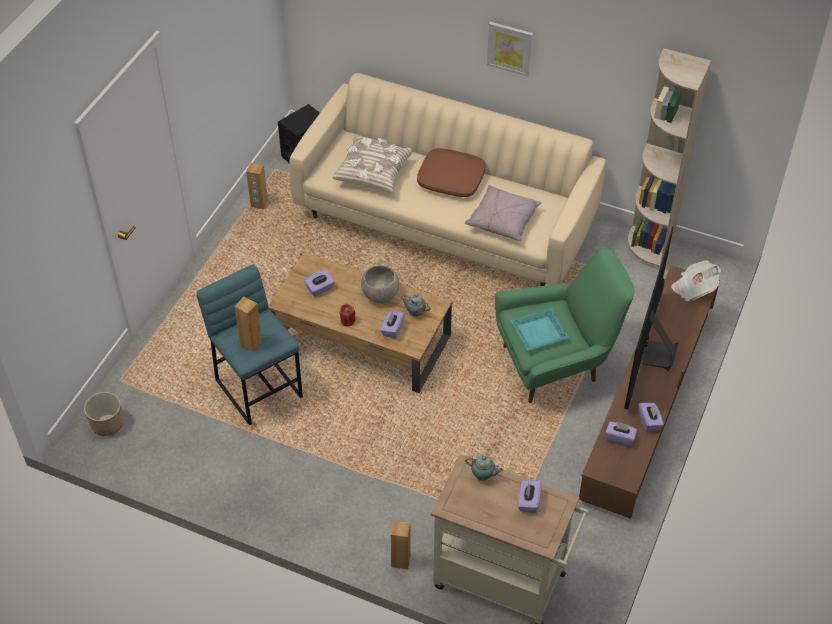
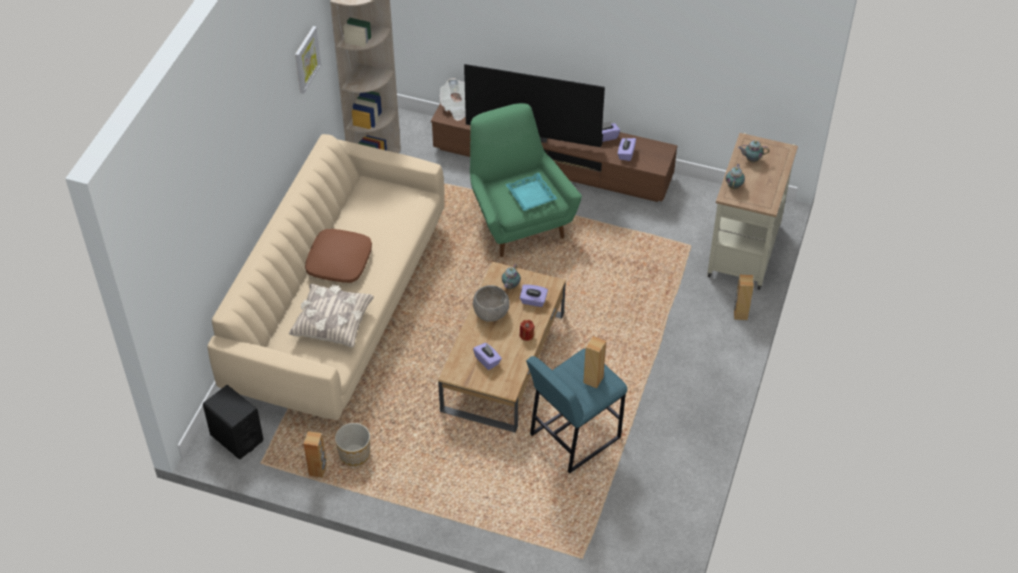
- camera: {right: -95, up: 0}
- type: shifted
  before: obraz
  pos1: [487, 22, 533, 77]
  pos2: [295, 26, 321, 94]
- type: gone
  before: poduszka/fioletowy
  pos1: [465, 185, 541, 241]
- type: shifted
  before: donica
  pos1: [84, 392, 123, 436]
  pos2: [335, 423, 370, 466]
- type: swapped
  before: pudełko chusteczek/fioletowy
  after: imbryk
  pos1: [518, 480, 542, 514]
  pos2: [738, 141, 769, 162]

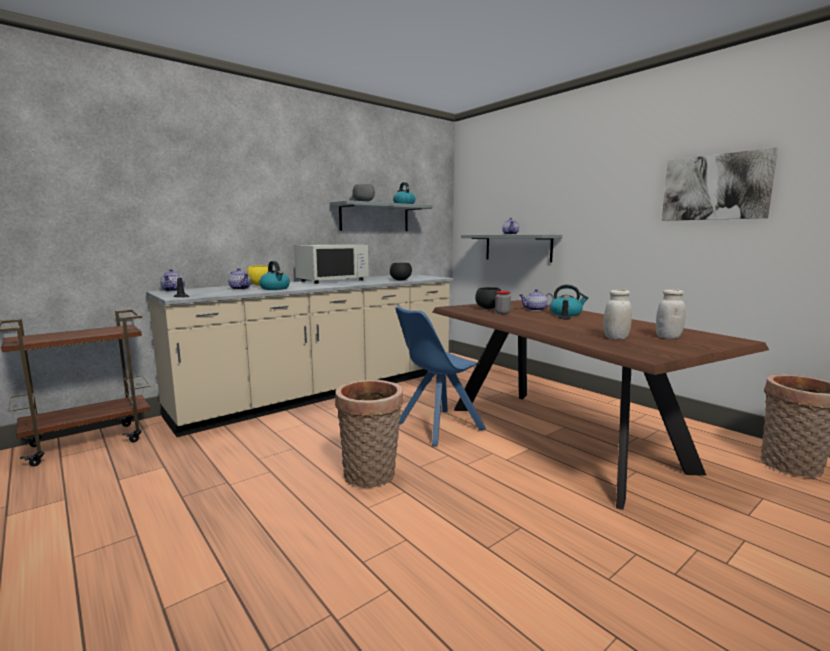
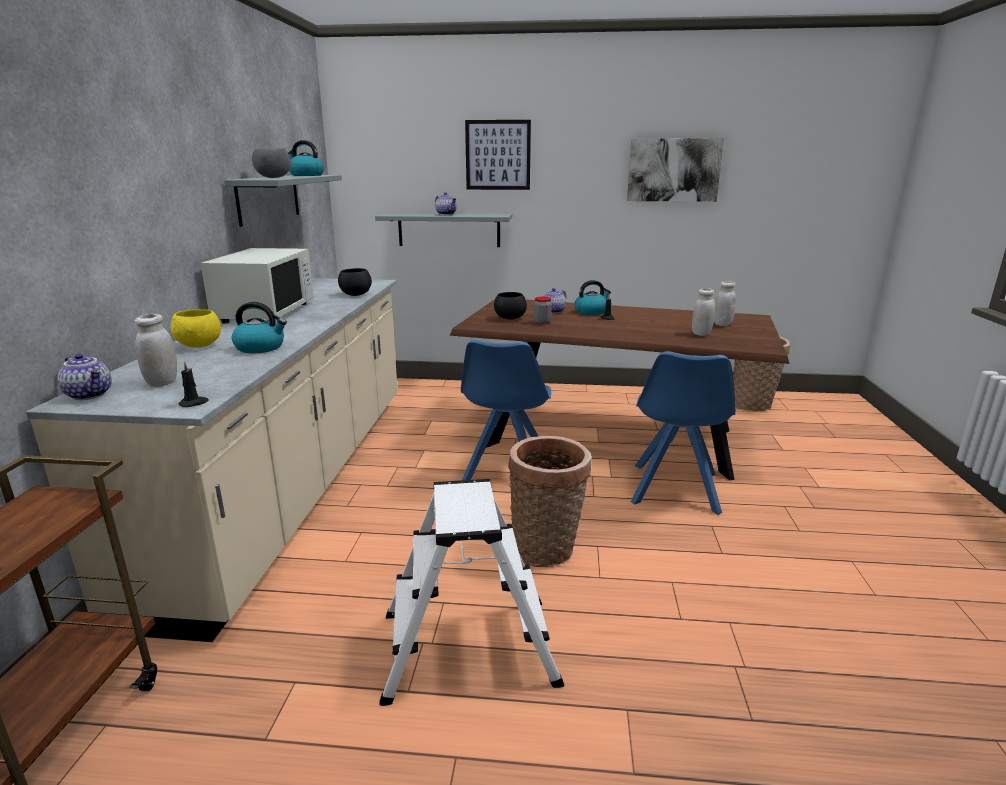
- camera: {right: -45, up: 10}
- type: gone
  before: imbryk
  pos1: [228, 268, 251, 290]
- type: new
  after: obraz
  pos2: [465, 120, 531, 190]
- type: new
  after: słoik/biały
  pos2: [135, 314, 177, 387]
- type: new
  after: krzesło/niebieski
  pos2: [631, 351, 736, 515]
- type: new
  after: drabinka/biały
  pos2: [379, 479, 564, 706]

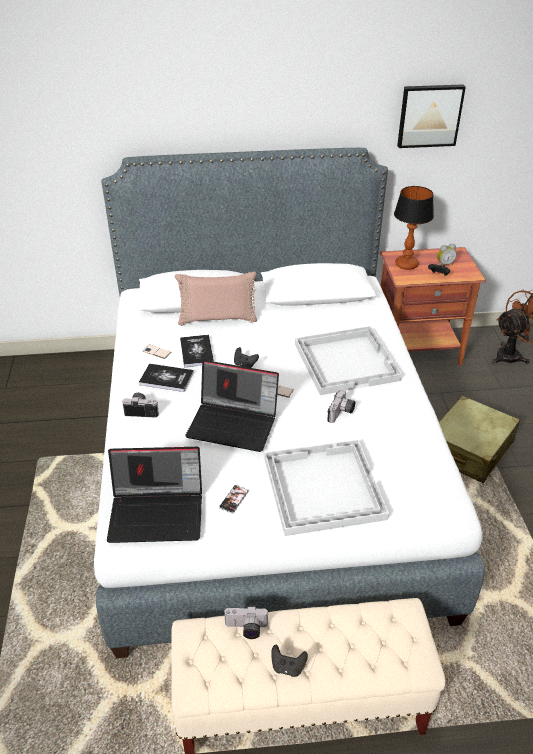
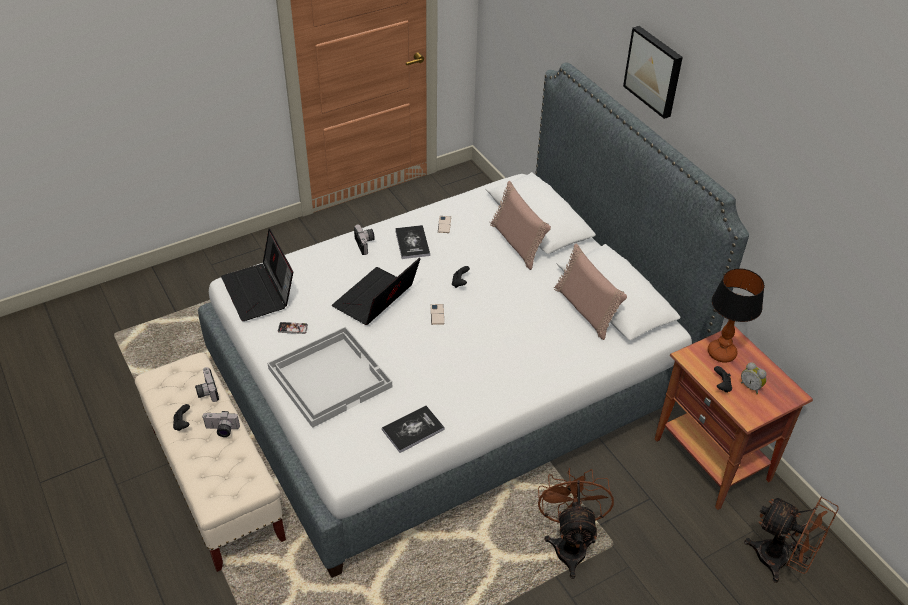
- camera: {right: 65, up: 5}
- type: shifted
  before: obraz
  pos1: [397, 84, 466, 148]
  pos2: [623, 26, 683, 119]
- type: gone
  before: taca/biały
  pos1: [295, 326, 402, 395]
- type: shifted
  before: książka
  pos1: [180, 335, 214, 367]
  pos2: [382, 406, 445, 453]
- type: rotated
  before: laptop
  pos1: [185, 360, 279, 452]
  pos2: [332, 257, 420, 325]
  turn: 45
- type: shifted
  before: aparat fotograficzny
  pos1: [327, 389, 355, 423]
  pos2: [203, 411, 240, 437]
- type: swapped
  before: walizka/beżowy
  after: wentylator/brązowy
  pos1: [439, 396, 520, 483]
  pos2: [538, 468, 614, 579]
- type: new
  after: poduszka/beżowy
  pos2: [554, 244, 627, 340]

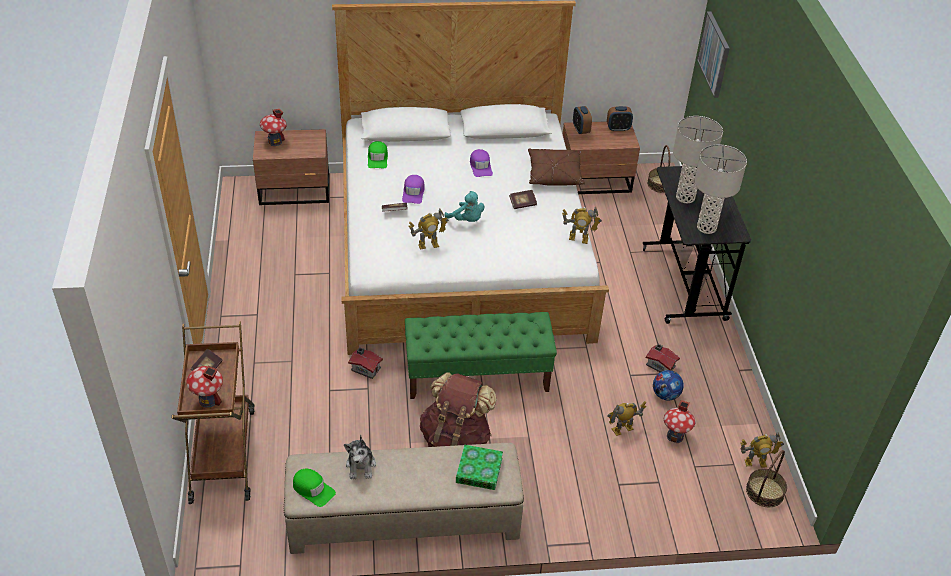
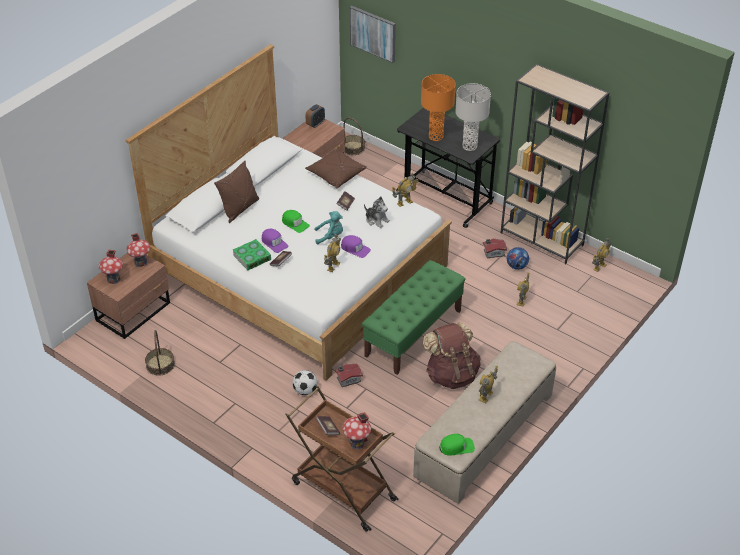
- camera: {right: -45, up: 0}
- type: gone
  before: budzik
  pos1: [573, 106, 592, 134]
- type: repainted
  before: lampa stołowa/biały
  after: lampa stołowa/pomarańczowy
  pos1: [673, 116, 723, 203]
  pos2: [421, 74, 456, 141]
- type: shifted
  before: czapka z daszkiem/zielony
  pos1: [368, 141, 388, 168]
  pos2: [282, 210, 310, 233]
- type: shifted
  before: czapka z daszkiem/fioletowy
  pos1: [470, 149, 493, 177]
  pos2: [341, 235, 371, 258]
- type: shifted
  before: domek
  pos1: [664, 400, 696, 443]
  pos2: [126, 233, 150, 267]
- type: shifted
  before: pluszak
  pos1: [344, 435, 376, 479]
  pos2: [364, 196, 390, 228]
- type: shifted
  before: książka
  pos1: [456, 445, 503, 490]
  pos2: [233, 239, 271, 271]
- type: shifted
  before: koszyk
  pos1: [746, 450, 787, 507]
  pos2: [145, 330, 175, 376]
- type: new
  after: regał
  pos2: [501, 64, 609, 264]
- type: new
  after: poduszka/brązowy
  pos2: [214, 161, 259, 223]
- type: new
  after: robot zabawkowy
  pos2: [479, 366, 498, 403]
- type: new
  after: piłka futbolowa
  pos2: [292, 370, 317, 395]

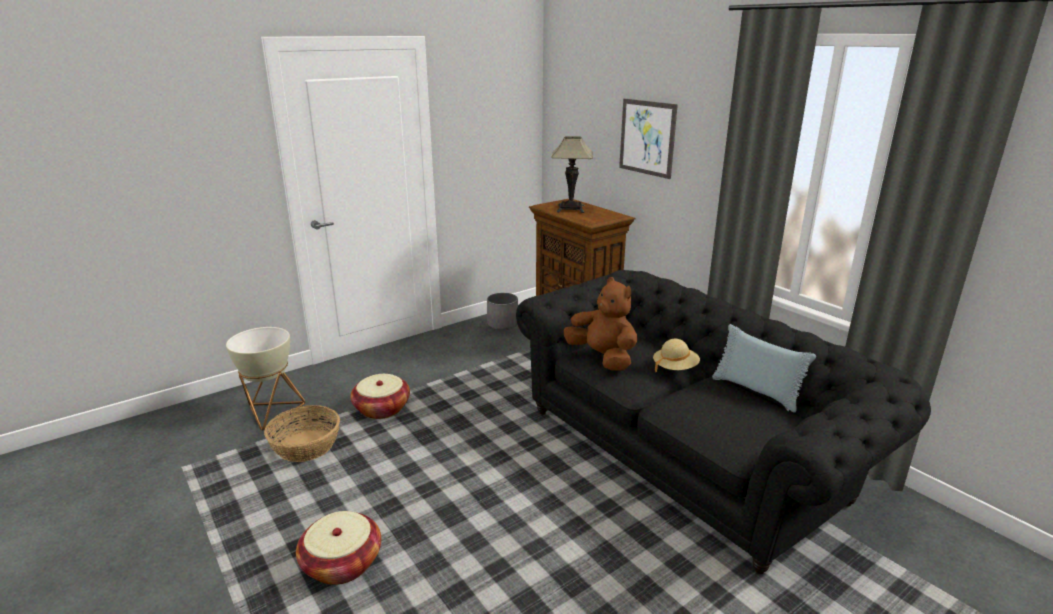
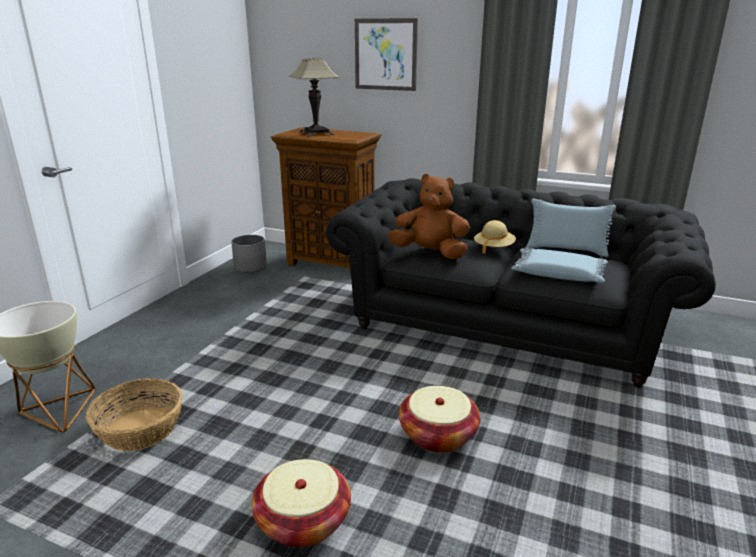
- camera: {right: -30, up: 0}
- type: shifted
  before: koszyk
  pos1: [350, 374, 410, 419]
  pos2: [399, 386, 480, 453]
- type: new
  after: poduszka/niebieski
  pos2: [511, 247, 608, 283]

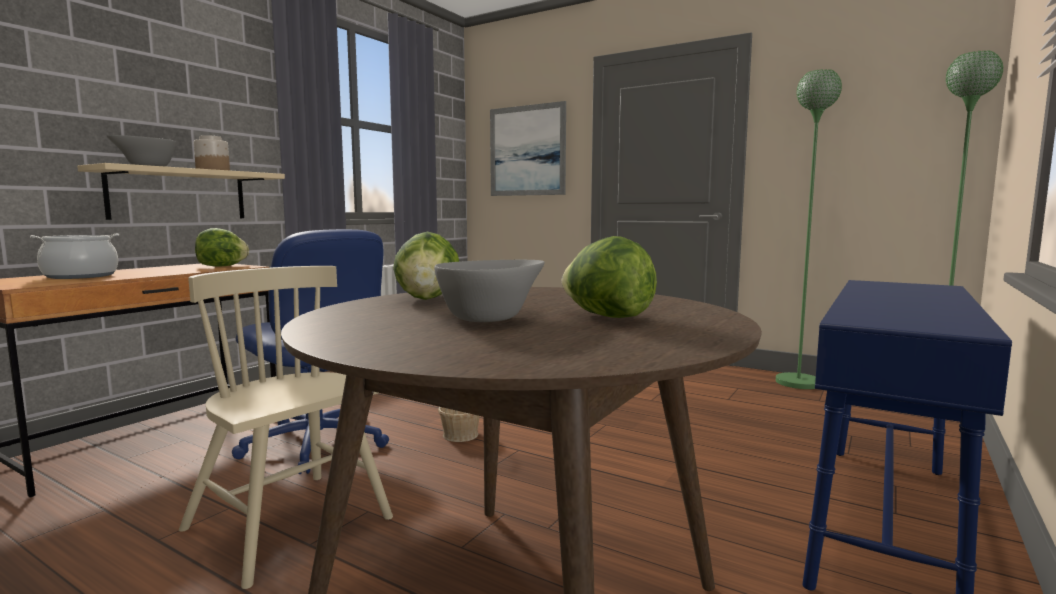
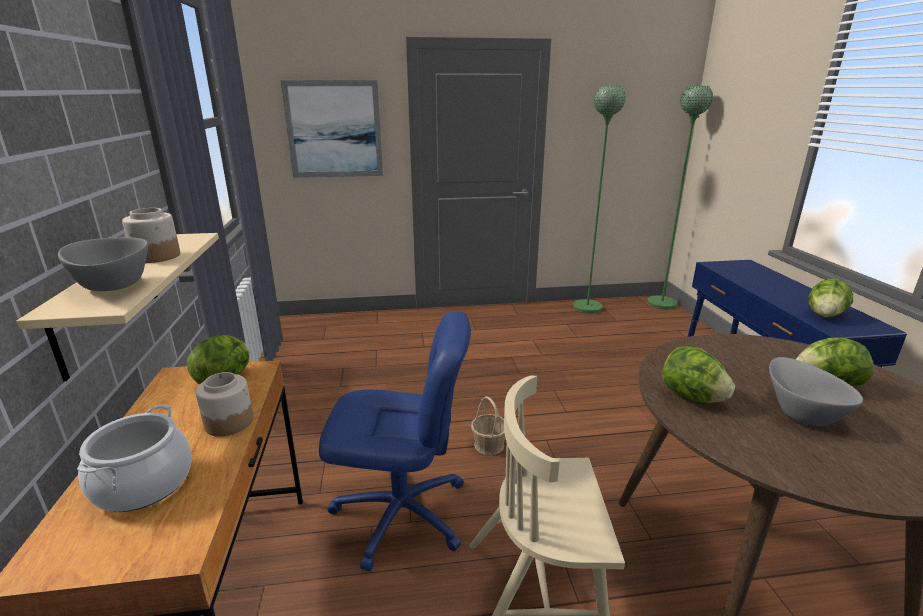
- camera: {right: -40, up: 15}
- type: new
  after: sałata
  pos2: [808, 279, 853, 318]
- type: new
  after: słoik
  pos2: [196, 372, 253, 436]

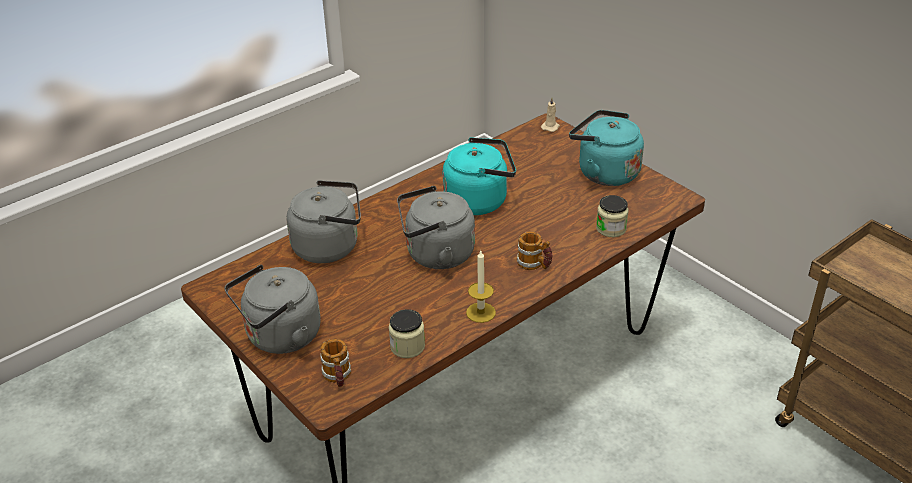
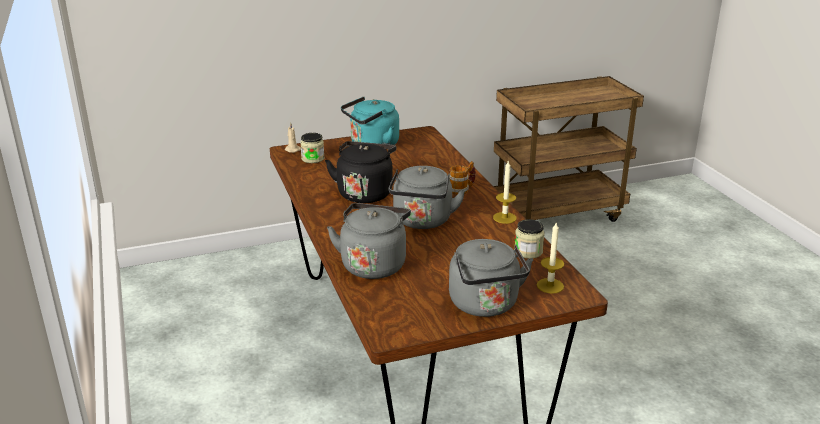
- camera: {right: -70, up: -10}
- type: repainted
  before: czajnik/turkusowy
  after: czajnik/czarny
  pos1: [442, 137, 516, 215]
  pos2: [325, 141, 396, 203]
- type: shifted
  before: słoik
  pos1: [596, 195, 629, 237]
  pos2: [300, 133, 324, 163]
- type: swapped
  before: kubek
  after: świeca
  pos1: [320, 339, 351, 387]
  pos2: [537, 221, 564, 294]

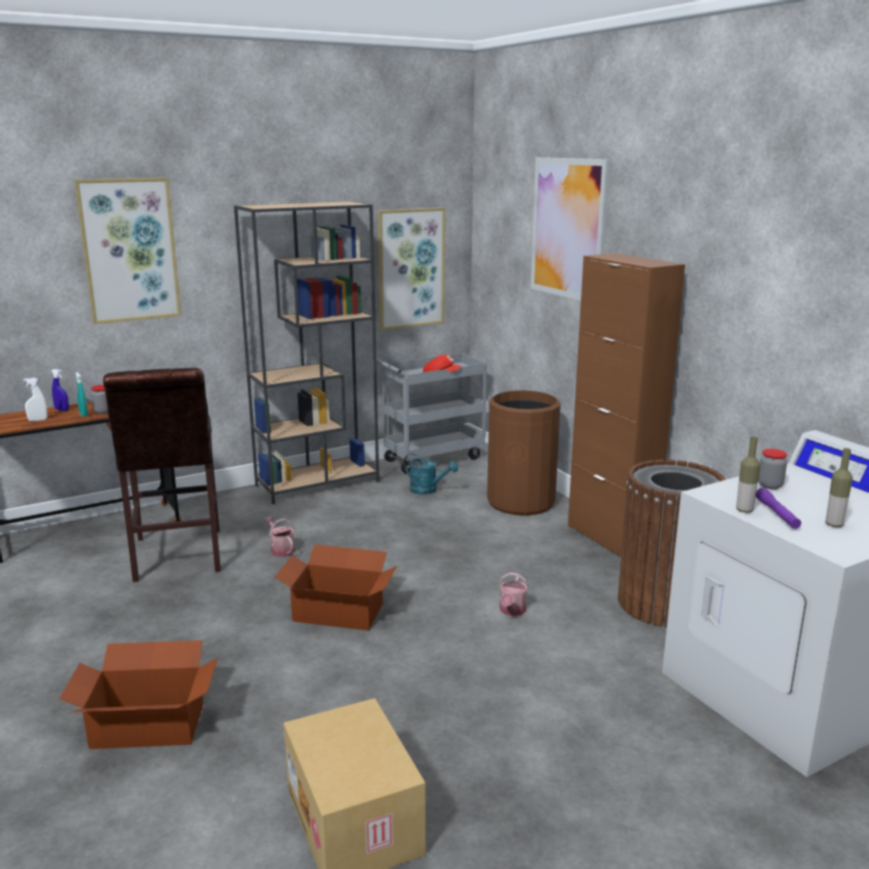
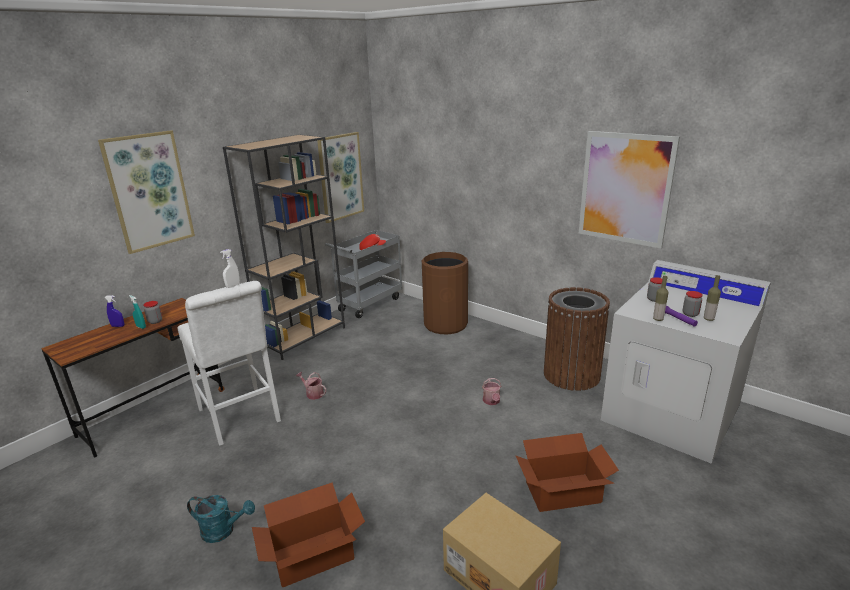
- camera: {right: -20, up: 5}
- type: shifted
  before: obraz
  pos1: [531, 157, 610, 301]
  pos2: [579, 131, 680, 248]
- type: gone
  before: szafka/brązowy
  pos1: [568, 253, 685, 557]
- type: repainted
  before: stołek/brązowy
  after: stołek/biały
  pos1: [103, 368, 221, 582]
  pos2: [178, 281, 281, 446]
- type: shifted
  before: spryskiwacz/biały
  pos1: [23, 377, 47, 421]
  pos2: [220, 249, 240, 288]
- type: shifted
  before: konewka/turkusowy
  pos1: [404, 453, 458, 495]
  pos2: [187, 495, 255, 543]
- type: shifted
  before: karton
  pos1: [275, 544, 397, 631]
  pos2: [516, 433, 619, 512]
- type: new
  after: słoik
  pos2: [683, 291, 703, 317]

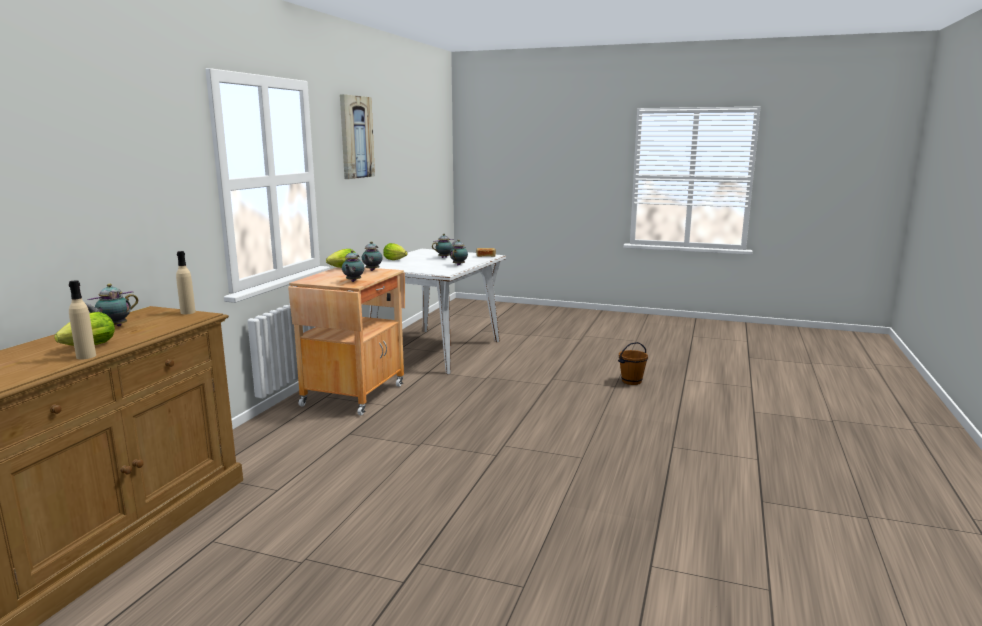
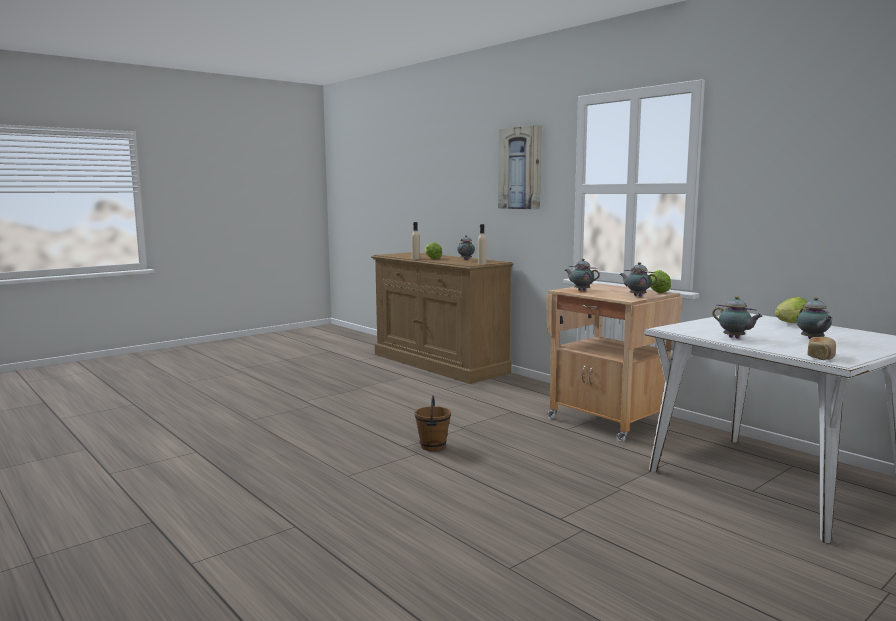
- camera: {right: 120, up: -5}
- type: shifted
  before: obraz
  pos1: [340, 94, 375, 179]
  pos2: [498, 125, 541, 209]
- type: shifted
  before: wiadro/brązowy
  pos1: [618, 342, 648, 385]
  pos2: [415, 395, 451, 451]

